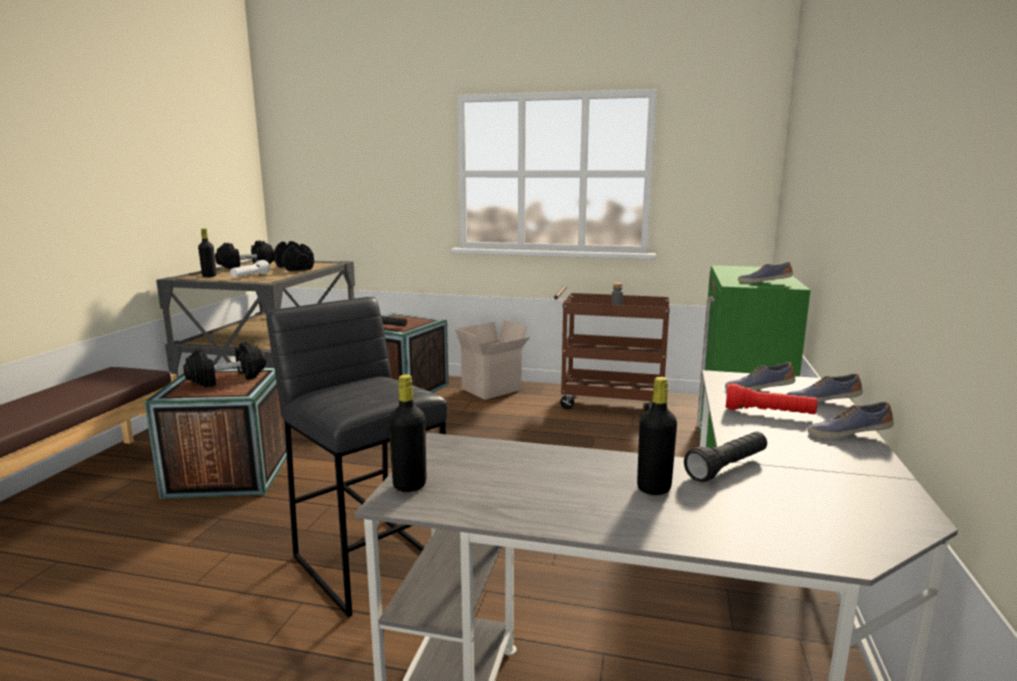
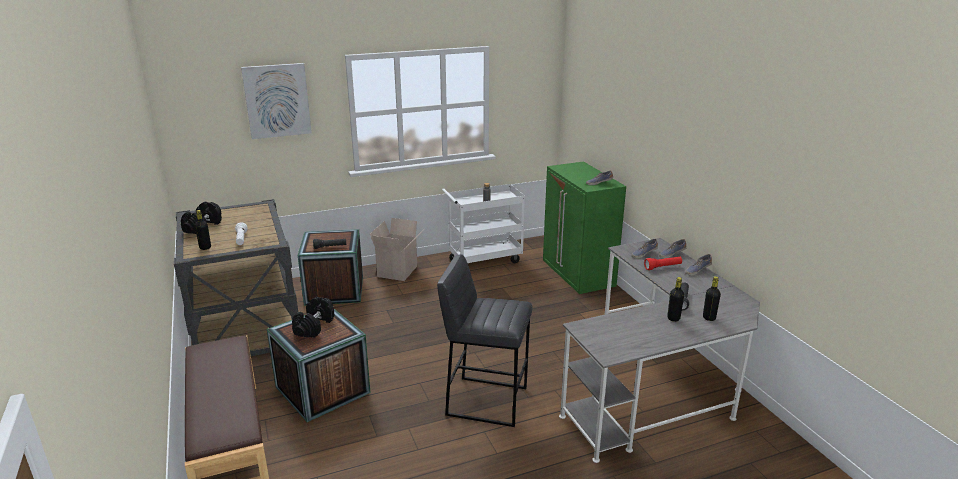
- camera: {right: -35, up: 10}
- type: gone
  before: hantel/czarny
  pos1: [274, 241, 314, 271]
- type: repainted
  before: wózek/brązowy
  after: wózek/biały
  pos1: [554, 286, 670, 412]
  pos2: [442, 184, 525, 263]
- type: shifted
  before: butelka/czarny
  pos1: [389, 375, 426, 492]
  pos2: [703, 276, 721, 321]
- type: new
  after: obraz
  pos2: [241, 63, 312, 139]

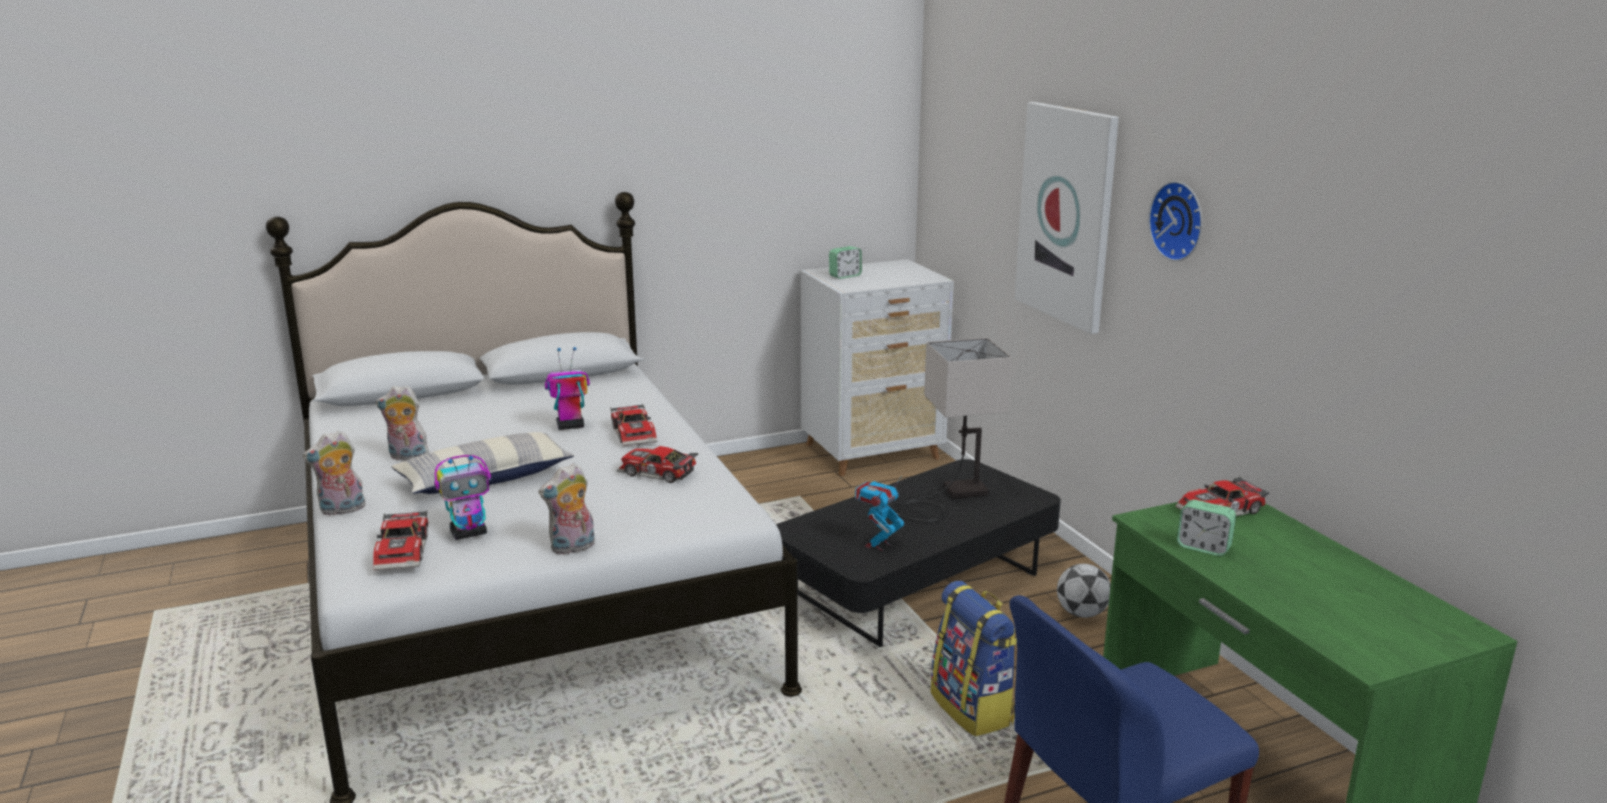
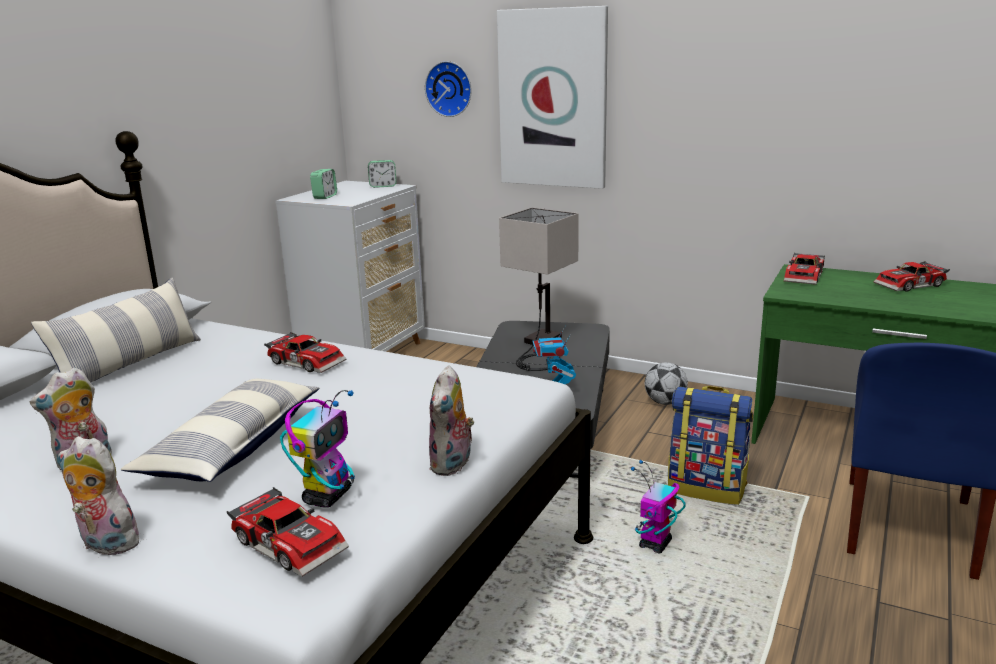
- camera: {right: -40, up: 0}
- type: shifted
  before: zegar ścienny
  pos1: [1148, 181, 1202, 261]
  pos2: [425, 61, 472, 117]
- type: shifted
  before: robot zabawkowy
  pos1: [545, 347, 590, 430]
  pos2: [631, 460, 686, 554]
- type: rotated
  before: pluszak
  pos1: [303, 430, 367, 516]
  pos2: [58, 436, 141, 555]
  turn: 90
- type: shifted
  before: samochodzik
  pos1: [617, 446, 698, 483]
  pos2: [874, 261, 950, 292]
- type: shifted
  before: budzik
  pos1: [1177, 500, 1236, 556]
  pos2: [368, 160, 396, 188]
- type: new
  after: poduszka
  pos2: [31, 277, 201, 383]

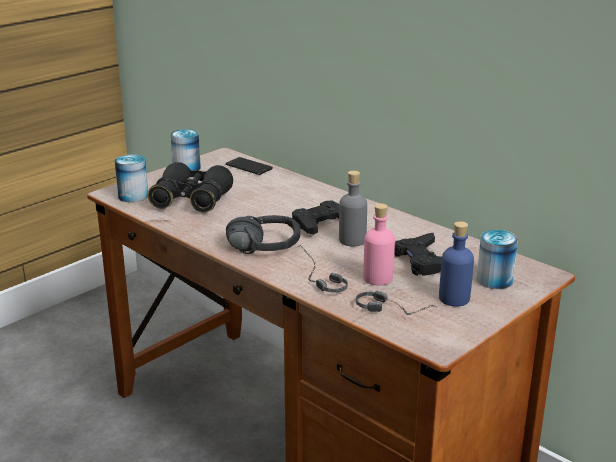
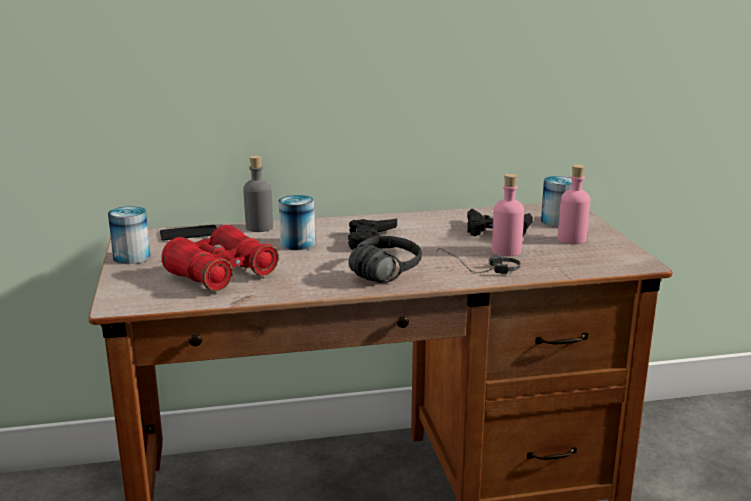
- camera: {right: -55, up: -5}
- type: shifted
  before: puszka
  pos1: [115, 154, 148, 202]
  pos2: [279, 195, 315, 250]
- type: repainted
  before: lornetka/czarny
  after: lornetka/czerwony
  pos1: [148, 162, 233, 213]
  pos2: [161, 225, 279, 291]
- type: shifted
  before: butelka/szary
  pos1: [339, 171, 367, 246]
  pos2: [243, 155, 273, 232]
- type: repainted
  before: butelka/niebieski
  after: butelka/różowy
  pos1: [439, 221, 474, 307]
  pos2: [558, 165, 590, 244]
- type: gone
  before: słuchawki
  pos1: [356, 291, 436, 315]

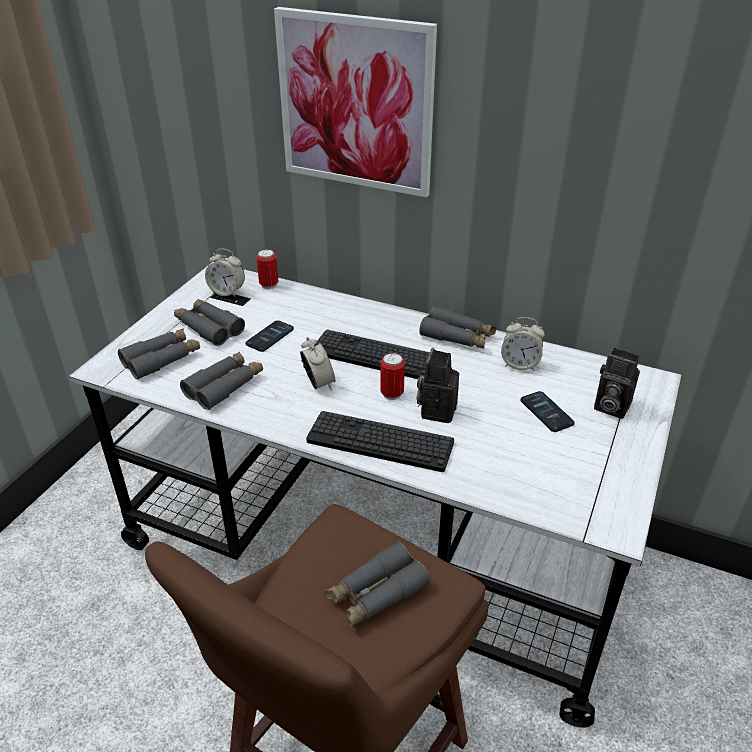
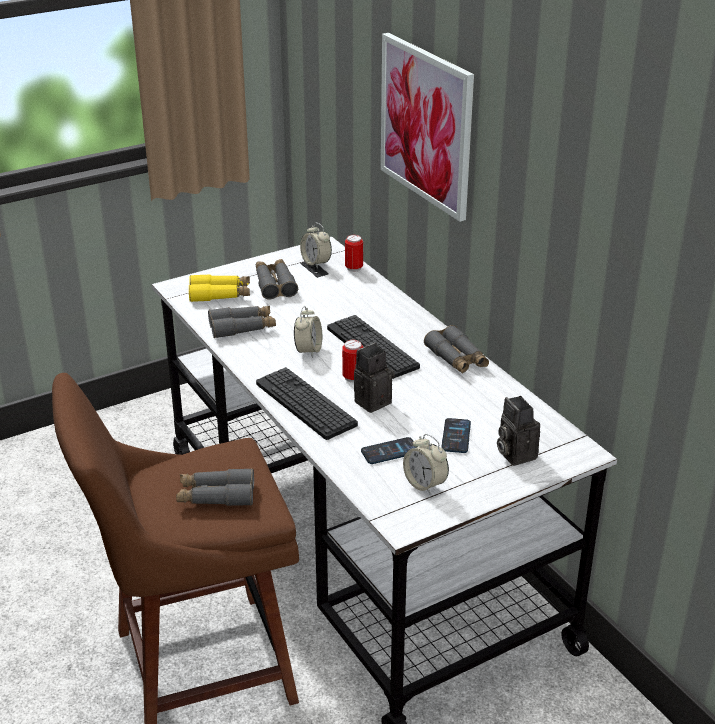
- camera: {right: 35, up: -5}
- type: shifted
  before: budzik
  pos1: [501, 317, 545, 371]
  pos2: [403, 434, 449, 495]
- type: shifted
  before: telefon
  pos1: [245, 320, 294, 352]
  pos2: [361, 437, 417, 464]
- type: repainted
  before: lornetka/szary
  after: lornetka/żółty
  pos1: [118, 328, 200, 380]
  pos2: [189, 274, 250, 302]

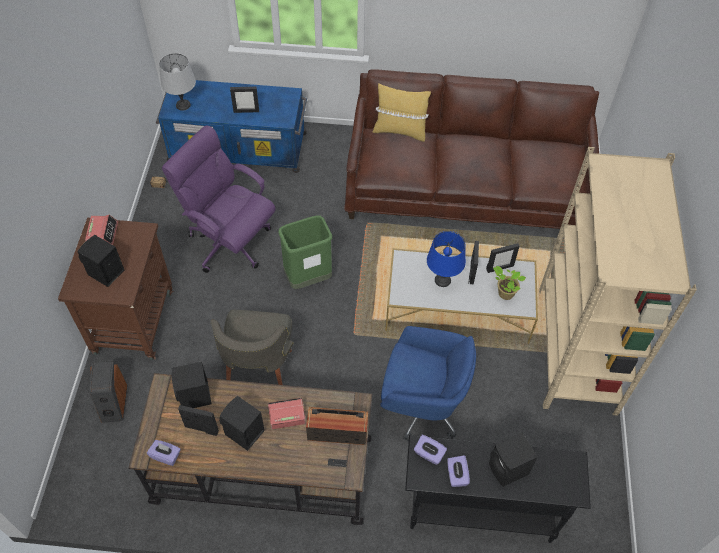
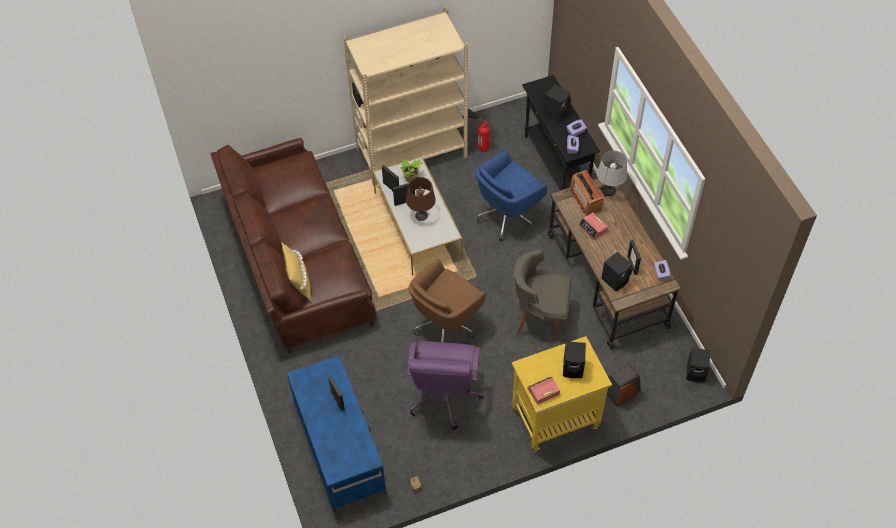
- camera: {right: -115, up: 0}
- type: shifted
  before: lampa stołowa/szary
  pos1: [159, 53, 196, 111]
  pos2: [597, 151, 627, 196]
- type: swapped
  before: kosz na śmieci/zielony
  after: krzesło biurowe/brązowy
  pos1: [278, 216, 332, 289]
  pos2: [408, 259, 486, 342]
- type: repainted
  before: wózek/brązowy
  after: wózek/żółty
  pos1: [58, 218, 174, 360]
  pos2: [512, 336, 612, 452]
- type: repainted
  before: lampa stołowa/niebieski
  after: lampa stołowa/brązowy
  pos1: [427, 231, 466, 287]
  pos2: [406, 177, 436, 221]
- type: rotated
  before: krzesło/szary
  pos1: [210, 310, 294, 385]
  pos2: [514, 249, 571, 339]
  turn: -150
- type: rotated
  before: krzesło biurowe/niebieski
  pos1: [380, 326, 476, 441]
  pos2: [475, 150, 547, 241]
  turn: -120
- type: shifted
  before: głośnik/czarny
  pos1: [219, 396, 265, 451]
  pos2: [686, 348, 710, 382]
- type: new
  after: gaśnica
  pos2: [465, 109, 490, 152]

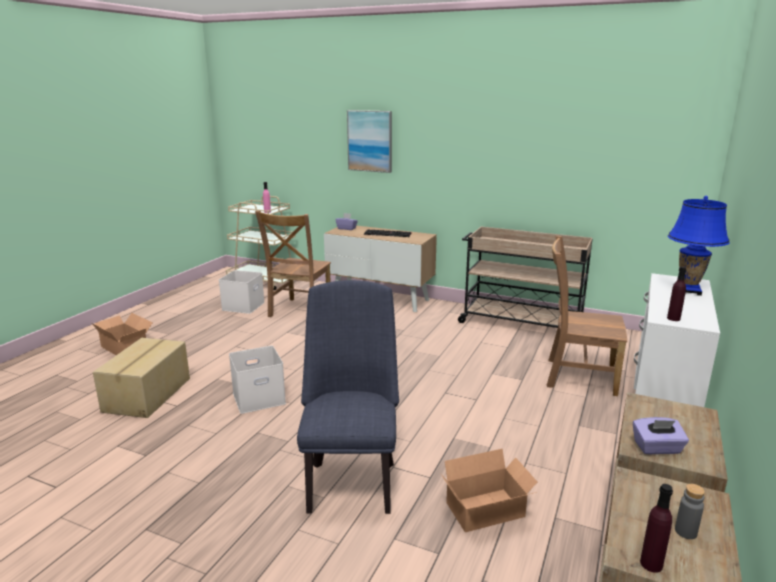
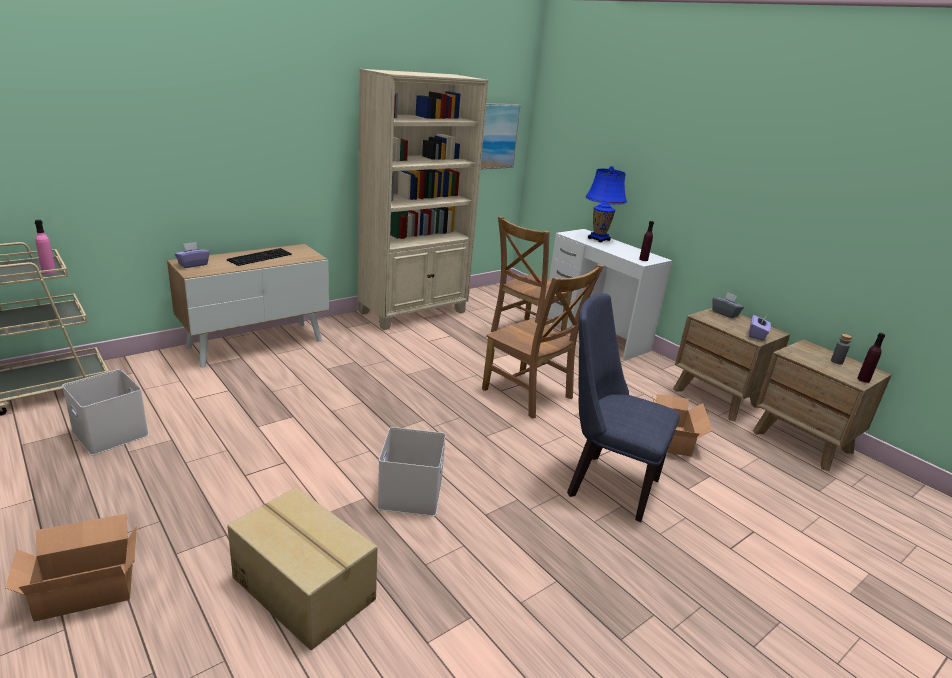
- camera: {right: -65, up: 5}
- type: shifted
  before: obraz
  pos1: [347, 110, 392, 173]
  pos2: [481, 103, 521, 169]
- type: shifted
  before: krzesło/brązowy
  pos1: [255, 211, 331, 317]
  pos2: [482, 264, 604, 419]
- type: swapped
  before: wózek/beżowy
  after: regał/beżowy
  pos1: [458, 226, 593, 328]
  pos2: [358, 69, 489, 330]
- type: new
  after: pudełko chusteczek/szary
  pos2: [712, 292, 744, 318]

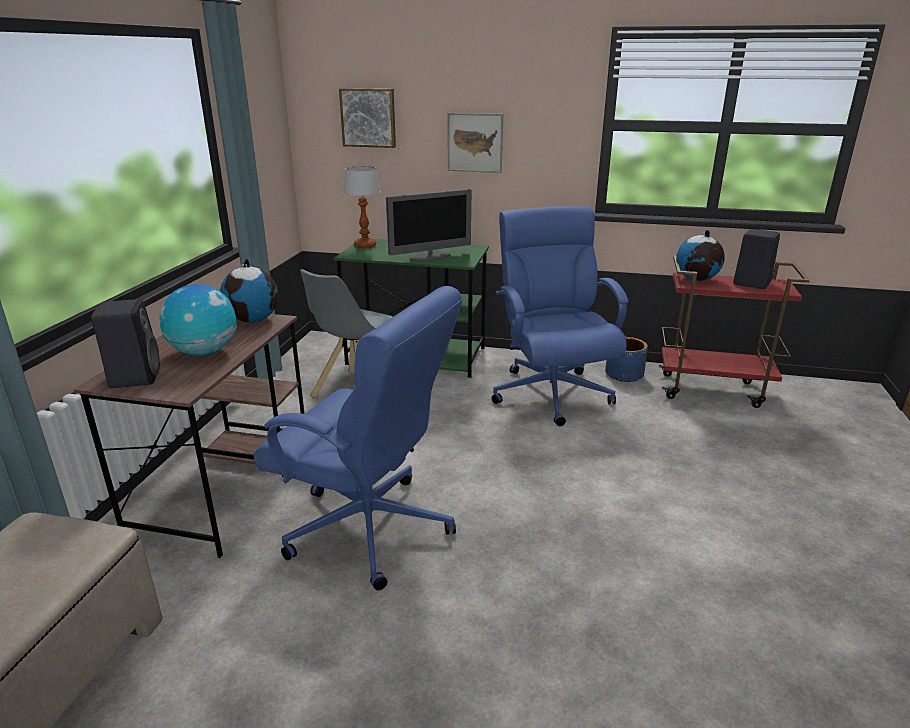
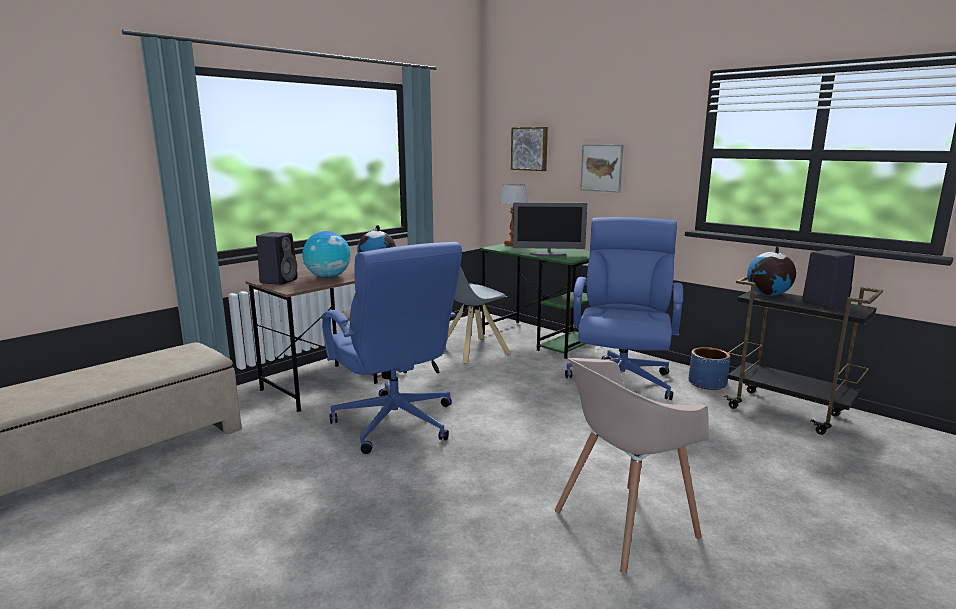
- camera: {right: 30, up: -10}
- type: repainted
  before: wózek/czerwony
  after: wózek/czarny
  pos1: [659, 255, 810, 408]
  pos2: [724, 276, 883, 435]
- type: new
  after: krzesło/beżowy
  pos2: [555, 358, 709, 574]

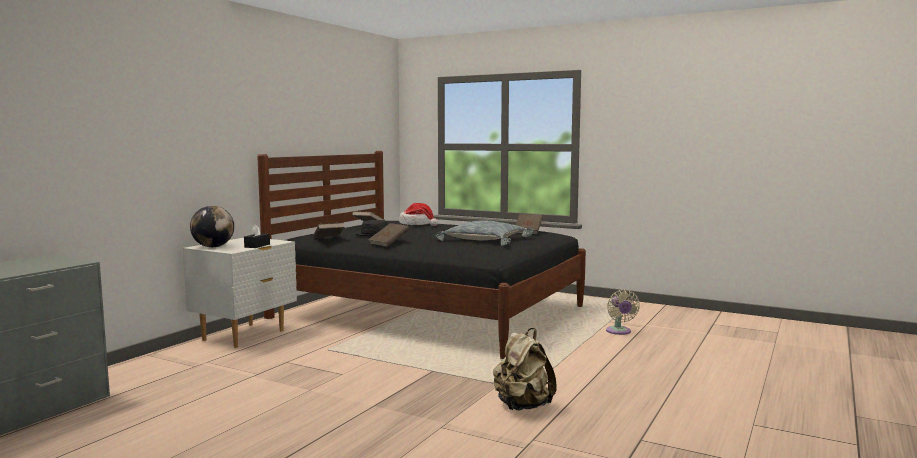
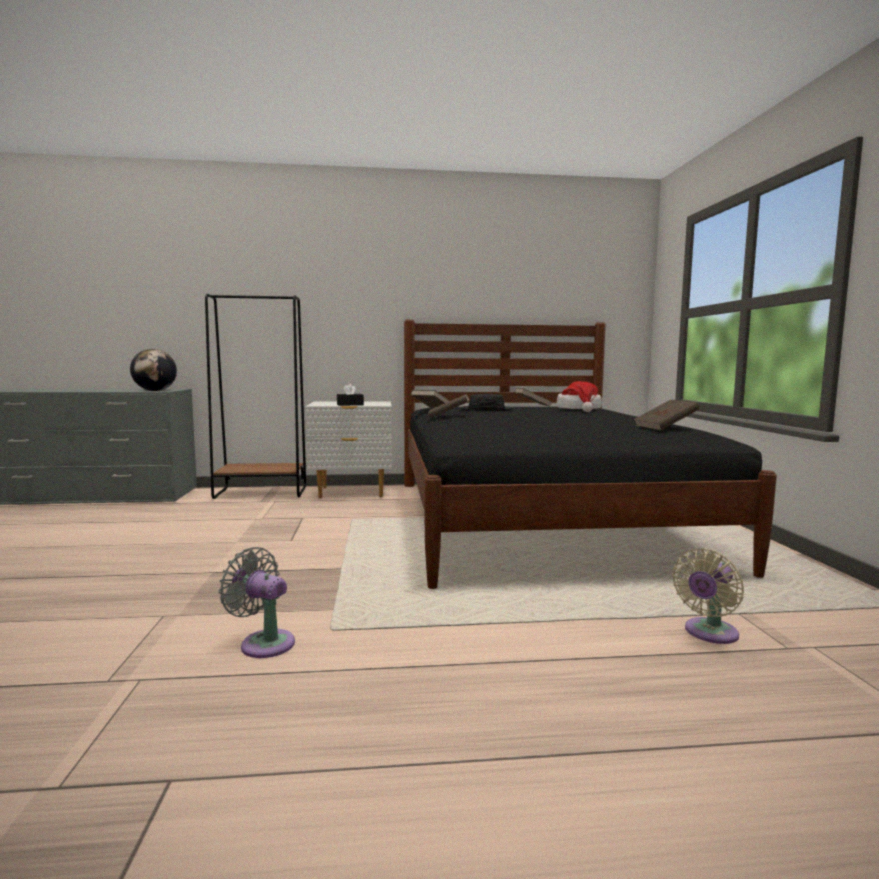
- camera: {right: 55, up: 0}
- type: shifted
  before: globus
  pos1: [190, 206, 234, 247]
  pos2: [130, 349, 177, 391]
- type: gone
  before: poduszka
  pos1: [435, 220, 533, 246]
- type: swapped
  before: plecak/beżowy
  after: wentylator/szary
  pos1: [493, 328, 557, 411]
  pos2: [219, 547, 295, 658]
- type: new
  after: wieszak
  pos2: [205, 294, 306, 499]

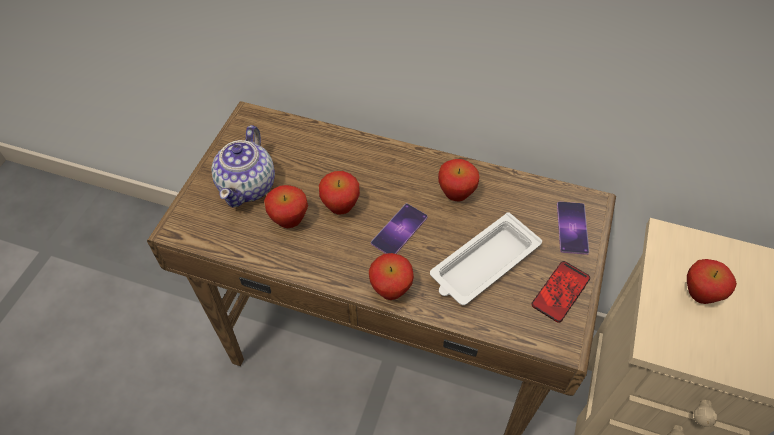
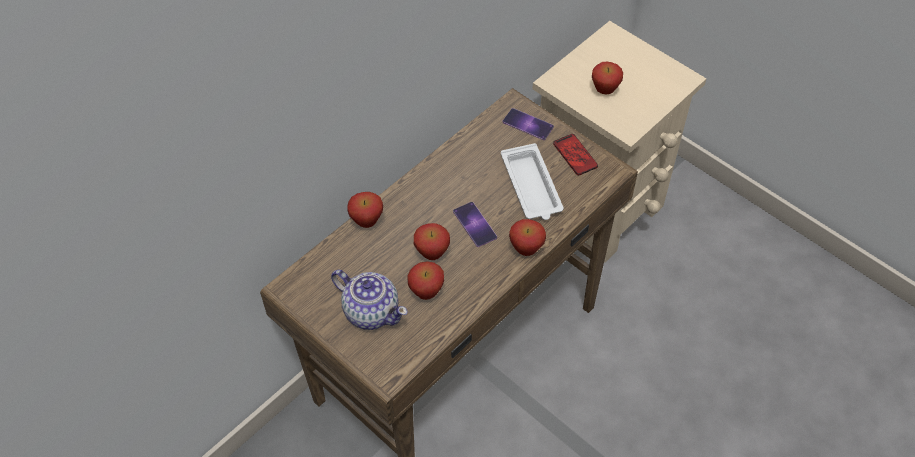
- camera: {right: -65, up: 0}
- type: shifted
  before: jabłko
  pos1: [438, 159, 479, 201]
  pos2: [347, 192, 383, 228]

